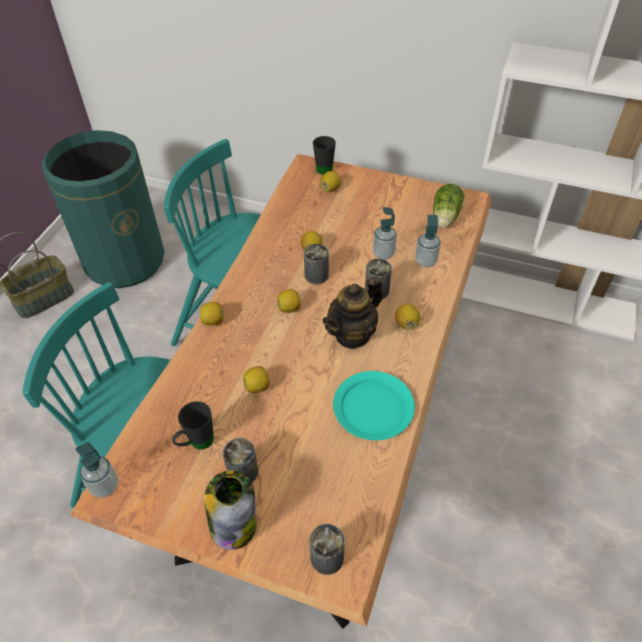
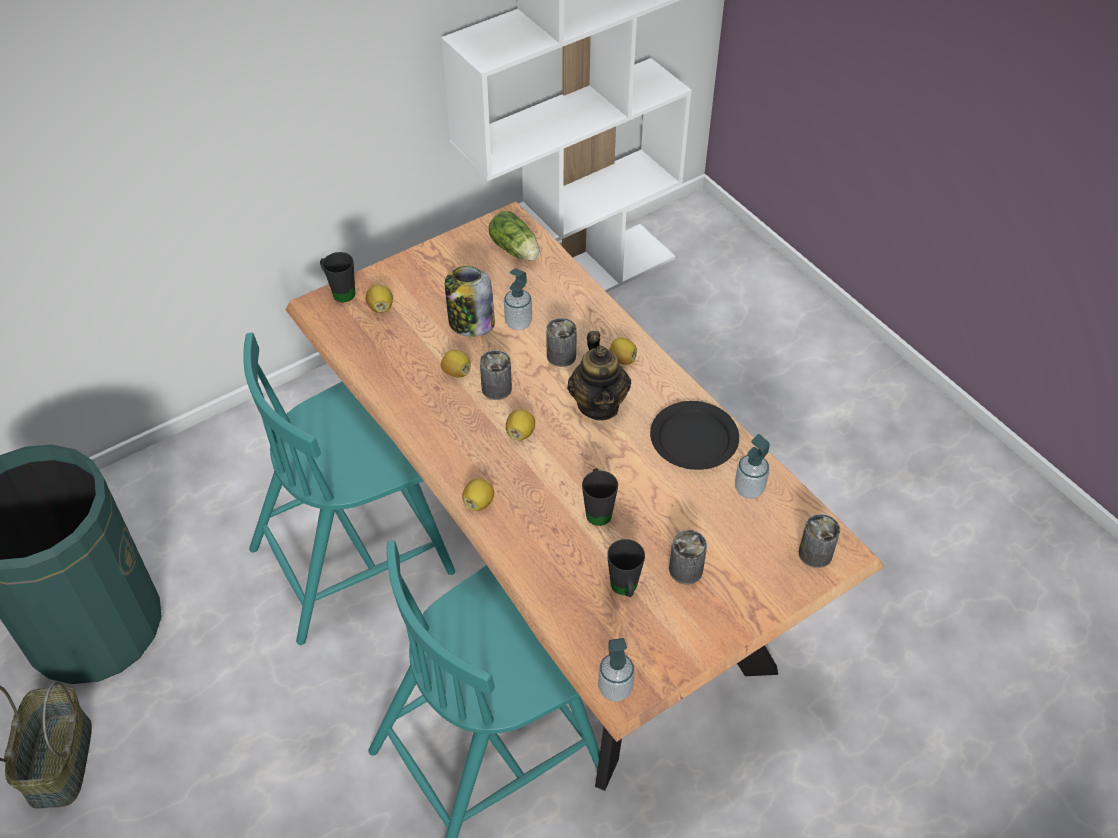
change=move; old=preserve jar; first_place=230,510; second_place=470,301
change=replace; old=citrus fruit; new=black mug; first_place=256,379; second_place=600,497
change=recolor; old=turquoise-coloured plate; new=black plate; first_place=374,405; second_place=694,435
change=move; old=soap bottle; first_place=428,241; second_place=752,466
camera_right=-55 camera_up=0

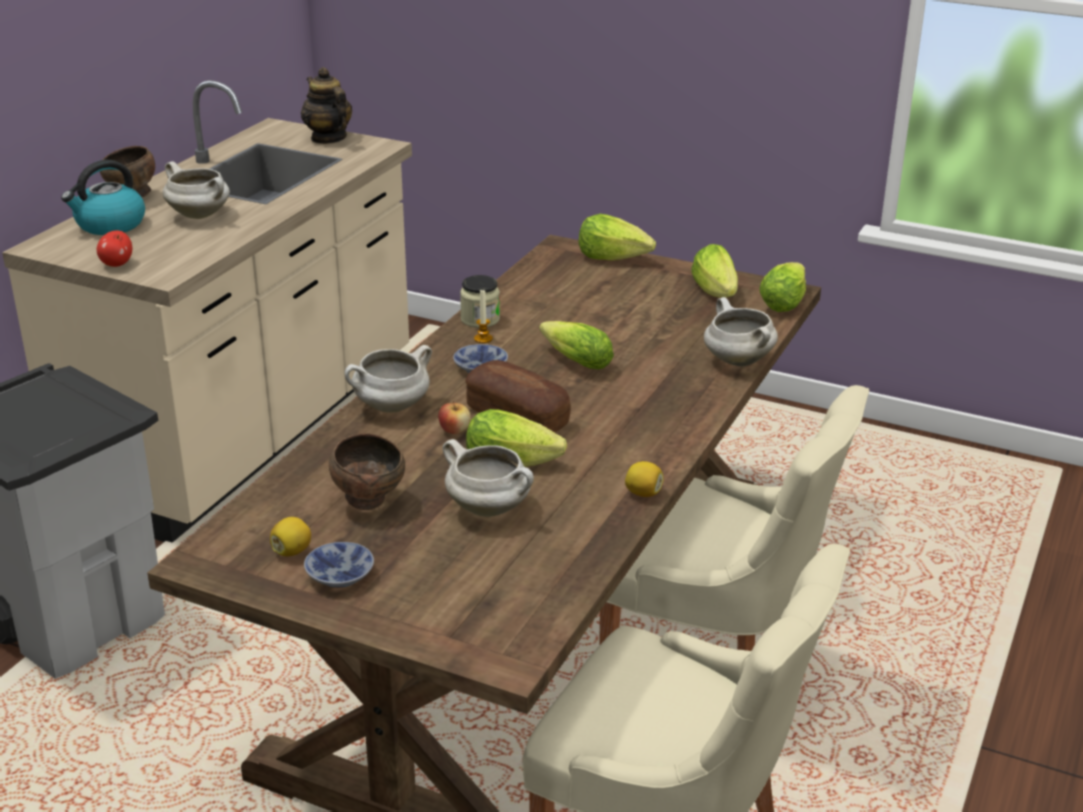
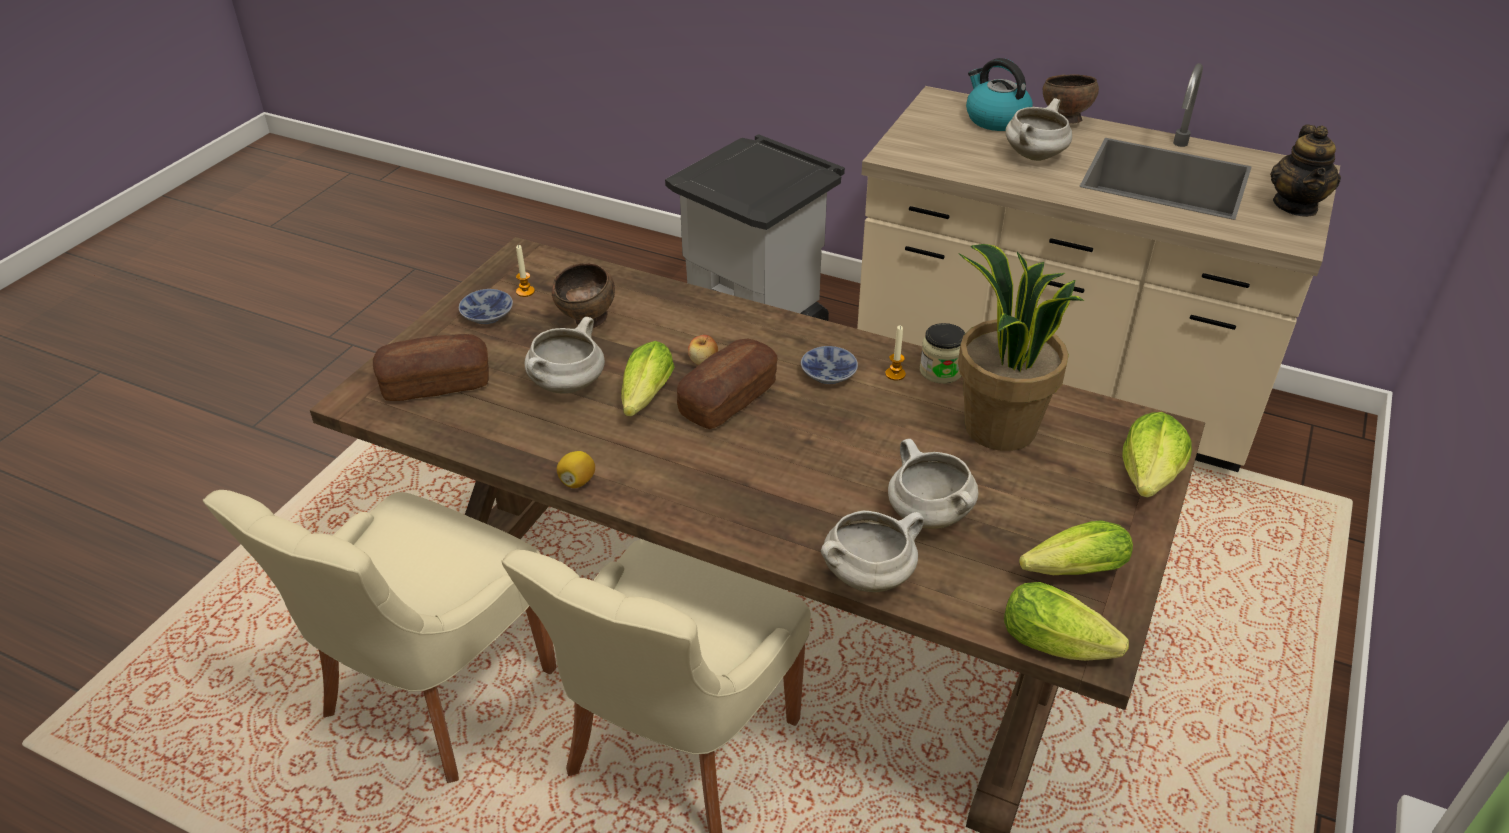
change=delete; old=apple fruit; first_place=114,248
change=replace; old=citrus fruit; new=wax candle; first_place=290,537; second_place=525,271
change=rotate; old=pot for tea; first_place=326,105; second_place=1305,171; degrees=135
change=move; old=white saucepot; first_place=388,379; second_place=933,484
change=delete; old=lettuce head; first_place=576,345
change=insert; new=bread; second_place=431,367
change=insert; new=plant in a pot; second_place=1021,347
camera_right=90 camera_up=10

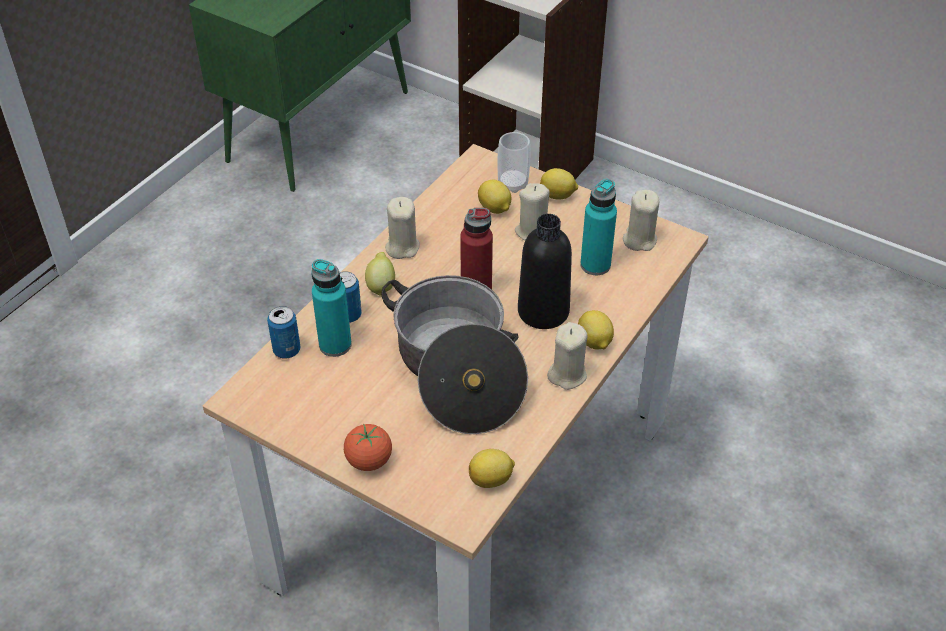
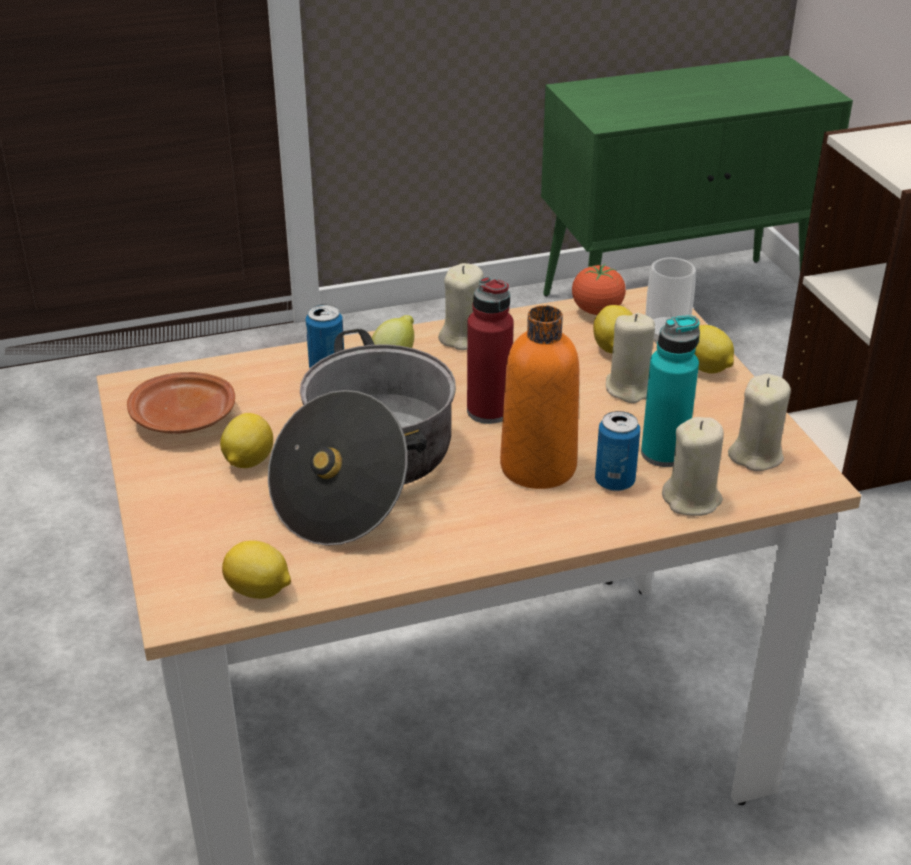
change=move; old=can; first_place=284,332; second_place=617,451
change=delete; old=turquoise-coloured beverage bottle; first_place=331,308
change=move; old=whole tomato; first_place=368,447; second_place=599,289
change=recolor; old=black beverage bottle; new=orangey beverage bottle; first_place=545,271; second_place=539,397
change=move; old=beige-coloured wax candle; first_place=567,356; second_place=693,466
change=move; old=citrus fruit; first_place=596,329; second_place=246,440
change=insert; new=brownish plate; second_place=181,403
camera_right=40 camera_up=-10

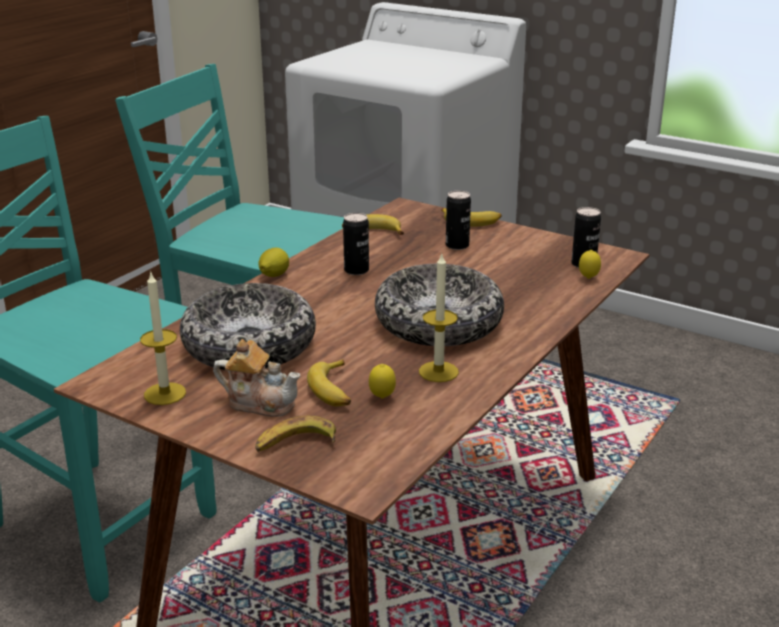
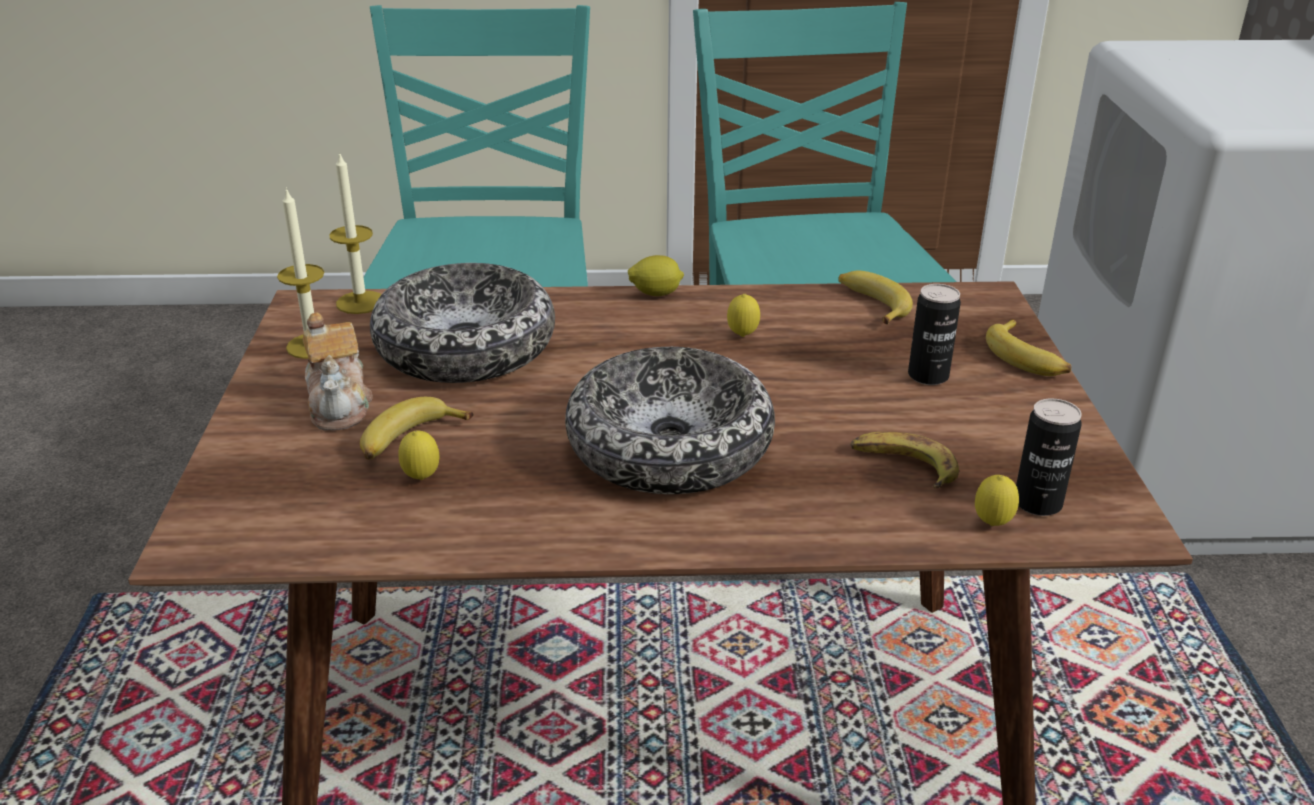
change=move; old=whole banana; first_place=295,434; second_place=905,460
change=replace; old=can; new=citrus fruit; first_place=356,244; second_place=743,315
change=move; old=wax candle; first_place=439,318; second_place=355,232
camera_right=55 camera_up=5

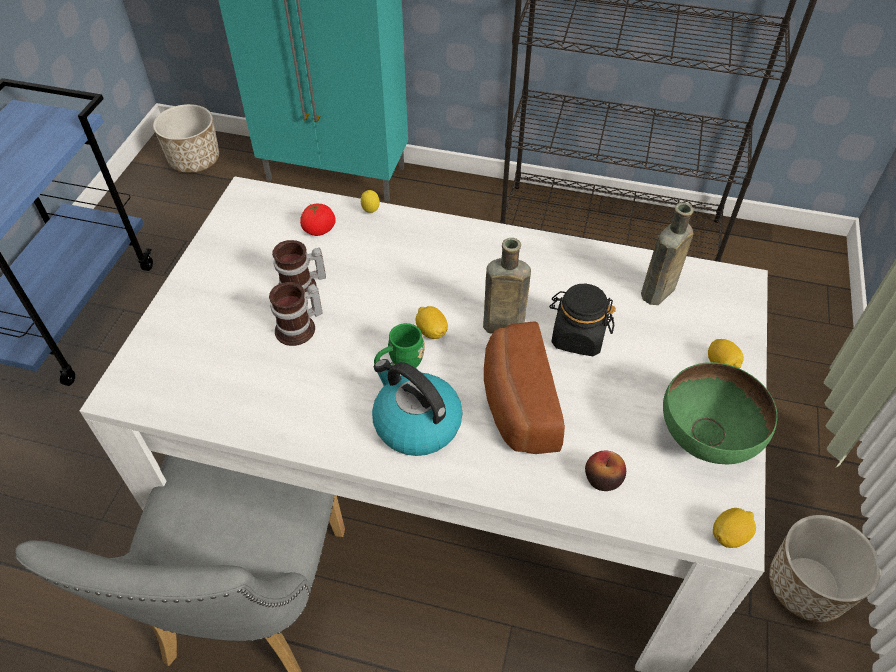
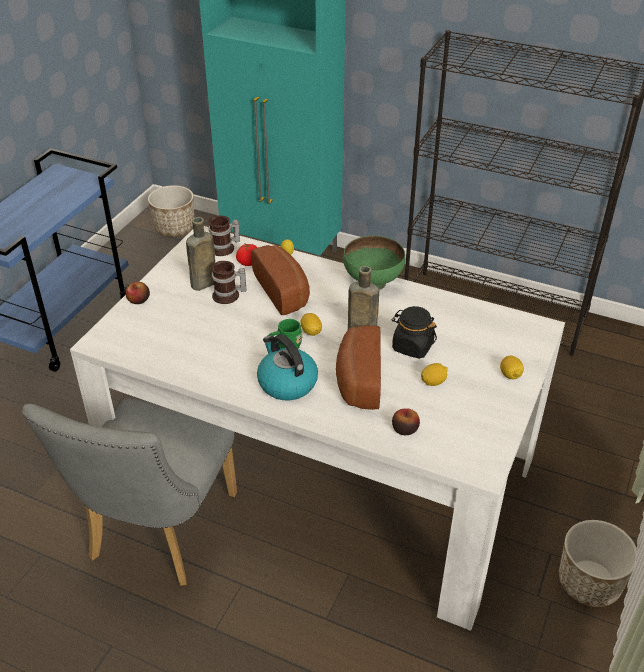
change=move; old=mug; first_place=295,314; second_place=224,236
change=move; old=brownish beverage bottle; first_place=667,253; second_place=200,254
change=move; old=green serving bowl; first_place=720,413; second_place=374,263
change=move; old=citrus fruit; first_place=734,528; second_place=434,374
change=insert; new=apple fruit; second_place=138,293
change=insert; new=bread; second_place=280,280
camera_right=10 camera_up=-10

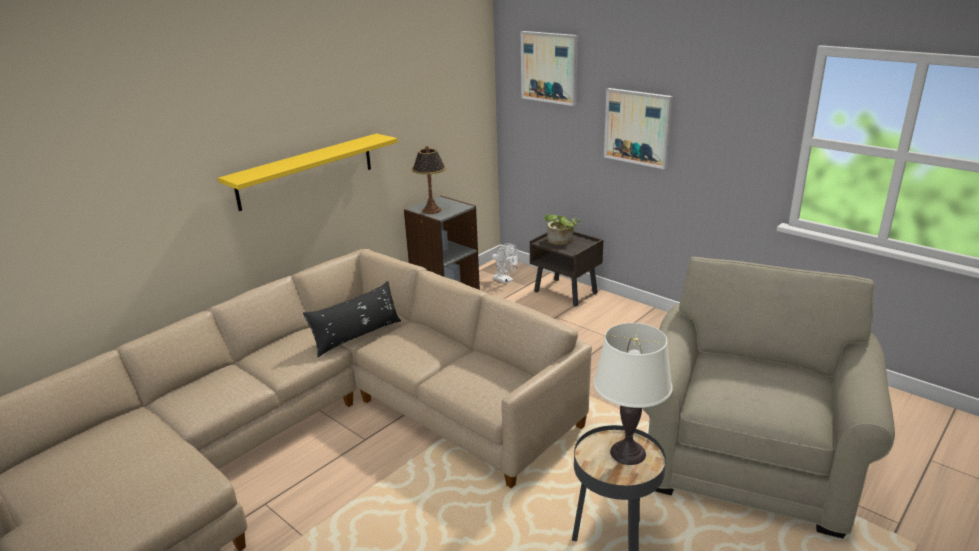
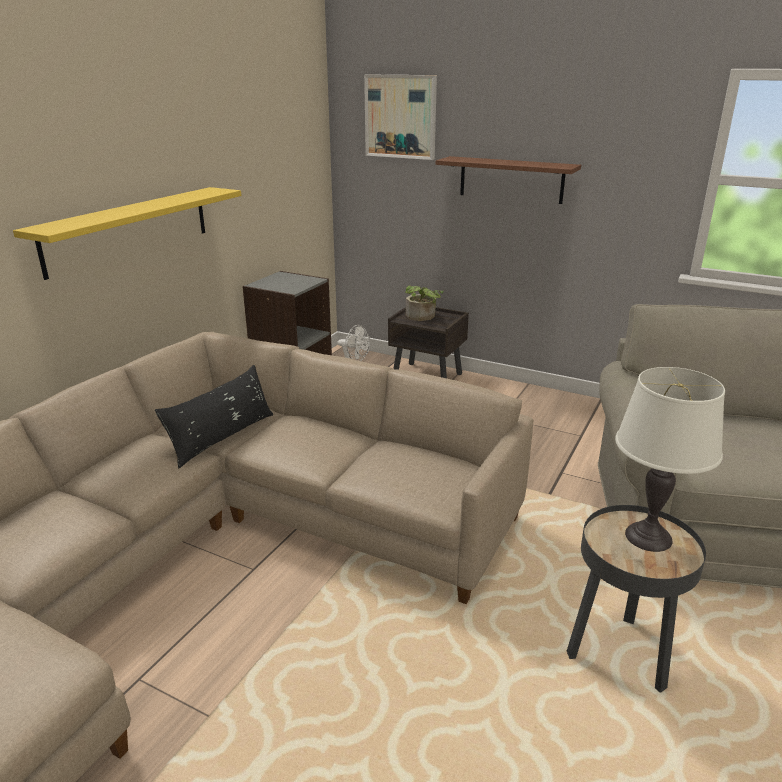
change=delete; old=tabletop lamp; first_place=429,180
change=replace; old=picture; new=brownish shelf; first_place=638,128; second_place=508,180
camera_right=-15 camera_up=0

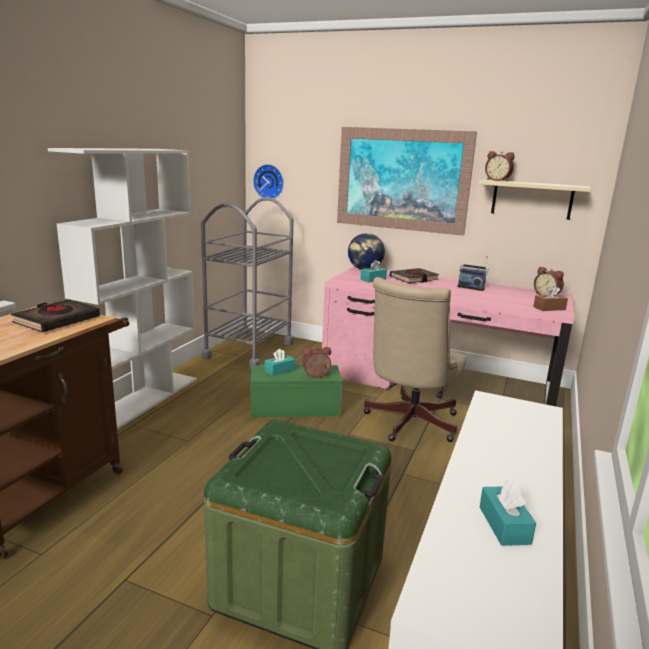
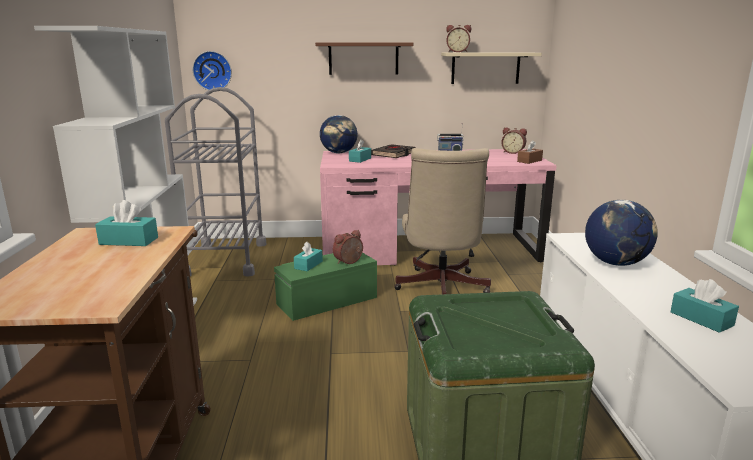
change=replace; old=black bound book; new=turquoise-coloured tissue holder; first_place=55,315; second_place=126,223
change=replace; old=picture; new=brownish shelf; first_place=407,181; second_place=364,58
change=insert; new=globe; second_place=621,233
camera_right=-25 camera_up=0

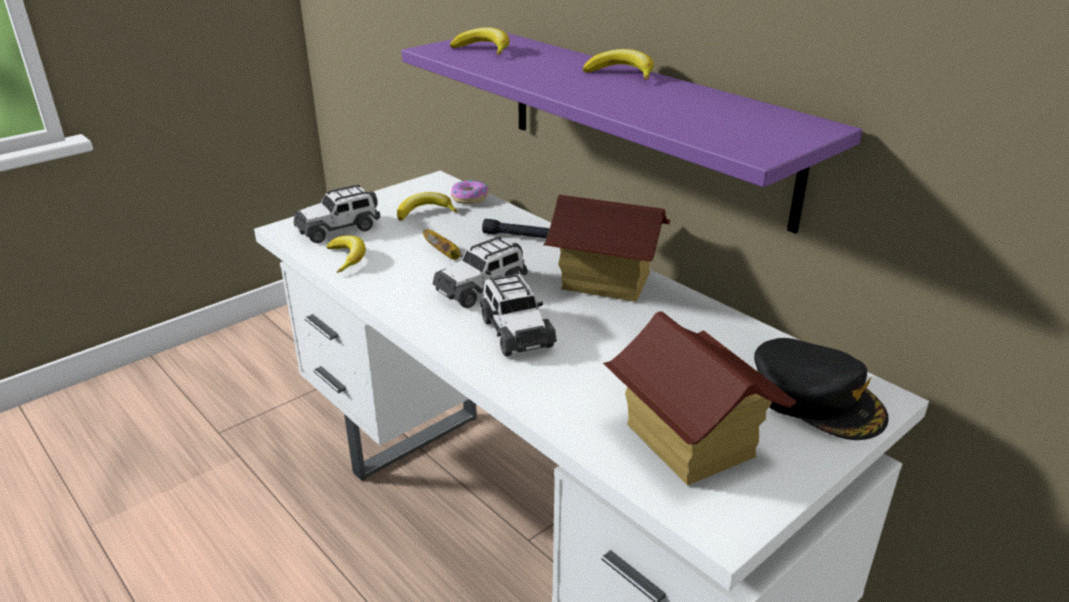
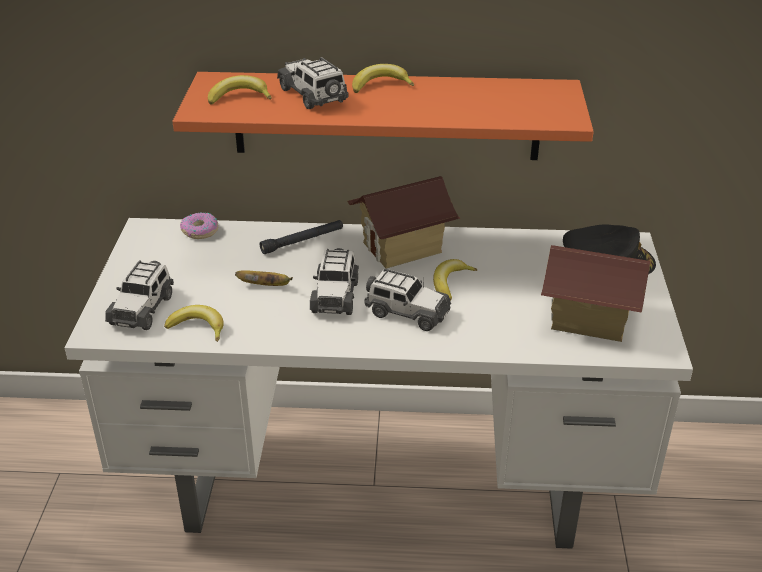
change=move; old=whole banana; first_place=427,206; second_place=455,280
change=recolor; old=purplish shelf; new=orangey shelf; first_place=632,133; second_place=383,116
change=insert; new=toy car; second_place=313,83
camera_right=-45 camera_up=5

